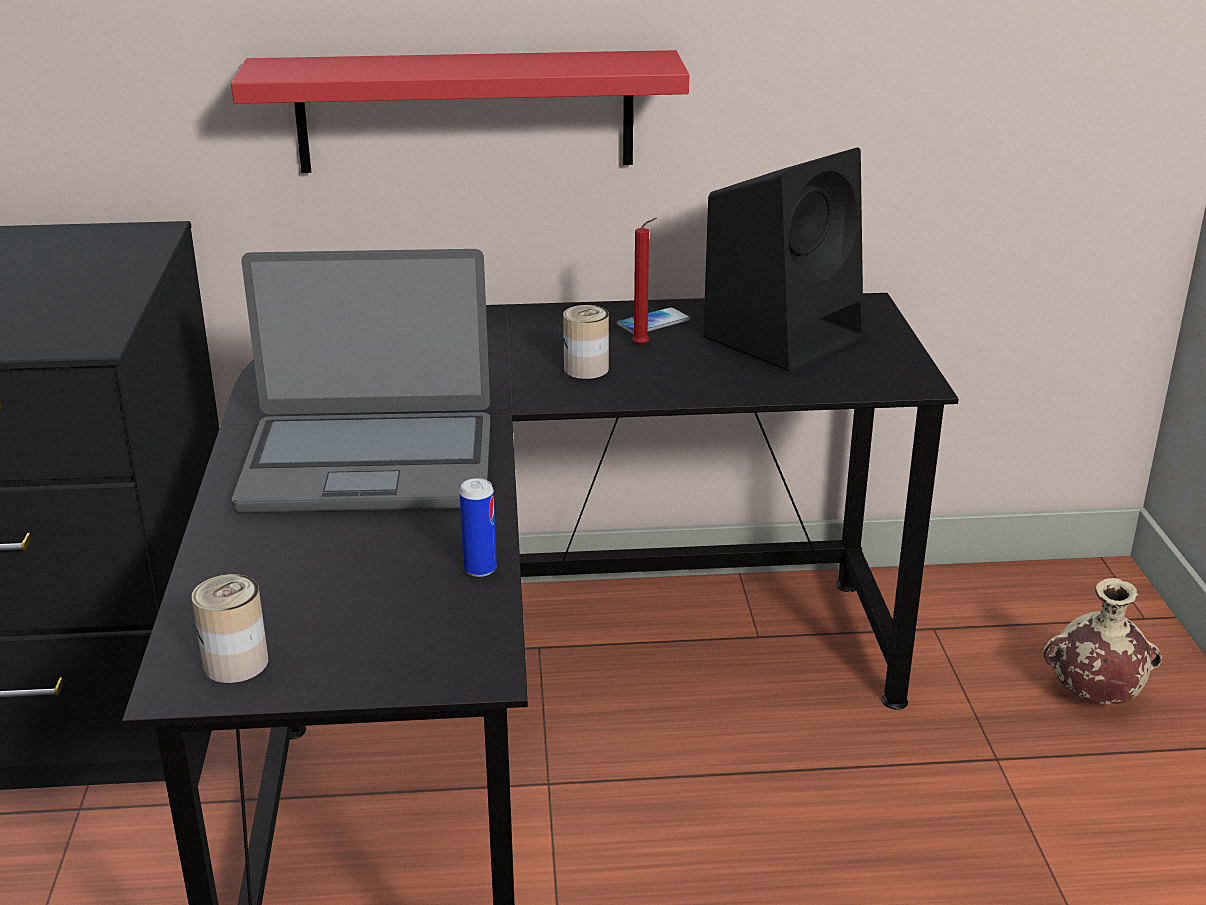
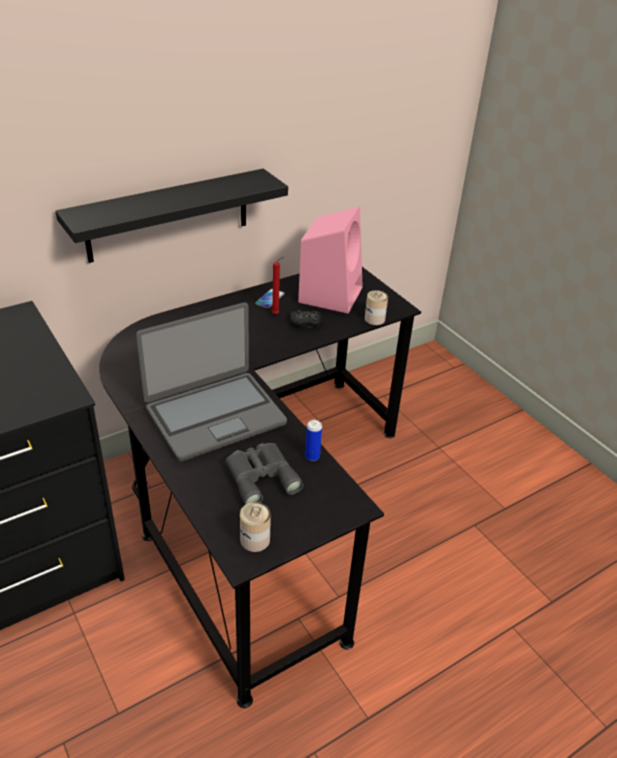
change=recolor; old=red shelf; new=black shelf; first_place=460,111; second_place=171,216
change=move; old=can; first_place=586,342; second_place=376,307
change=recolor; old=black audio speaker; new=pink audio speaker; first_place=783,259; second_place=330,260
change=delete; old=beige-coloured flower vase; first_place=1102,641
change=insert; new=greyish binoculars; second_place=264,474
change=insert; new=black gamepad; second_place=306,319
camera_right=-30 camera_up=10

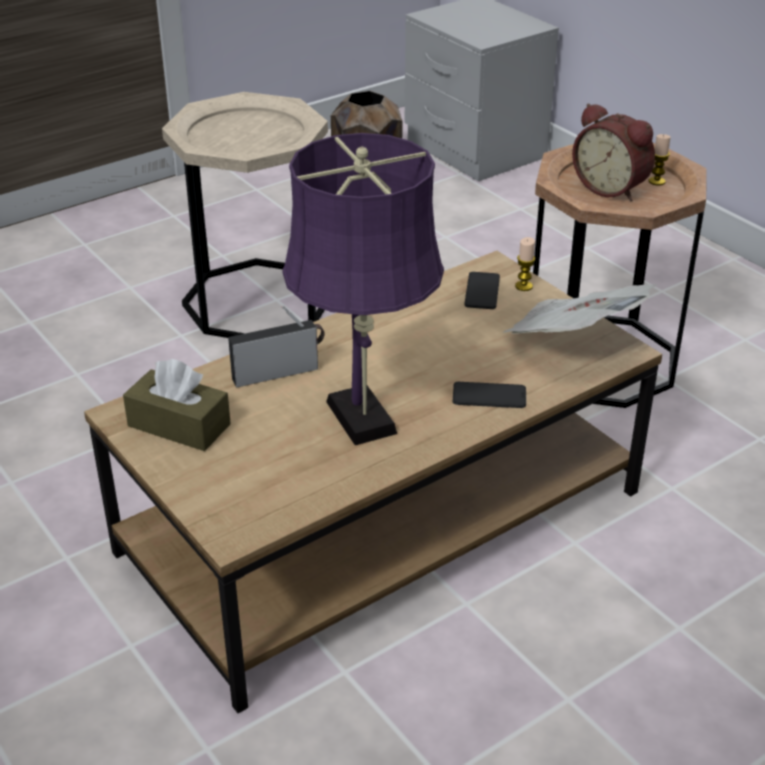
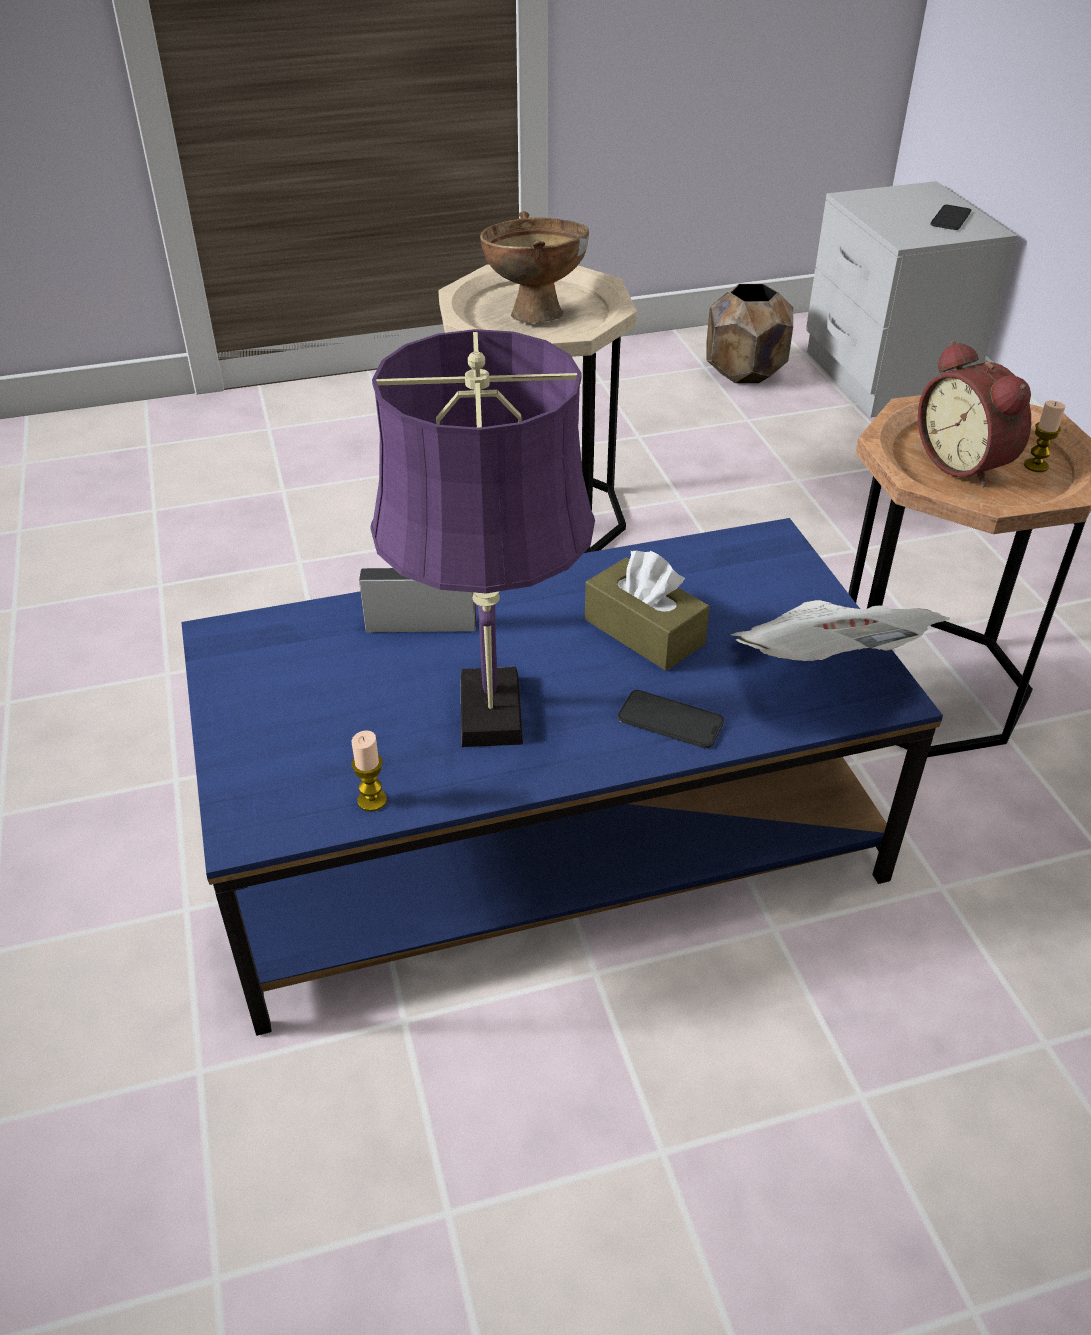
change=recolor; old=brownish low table; new=bluish low table; first_place=373,482; second_place=562,777
change=move; old=brownish tissue holder; first_place=177,405; second_place=647,611
change=move; old=telephone; first_place=482,290; second_place=950,217
change=move; old=wax candle; first_place=525,264; second_place=369,771
change=insert; new=brownish serving bowl; second_place=534,267
camera_right=20 camera_up=5

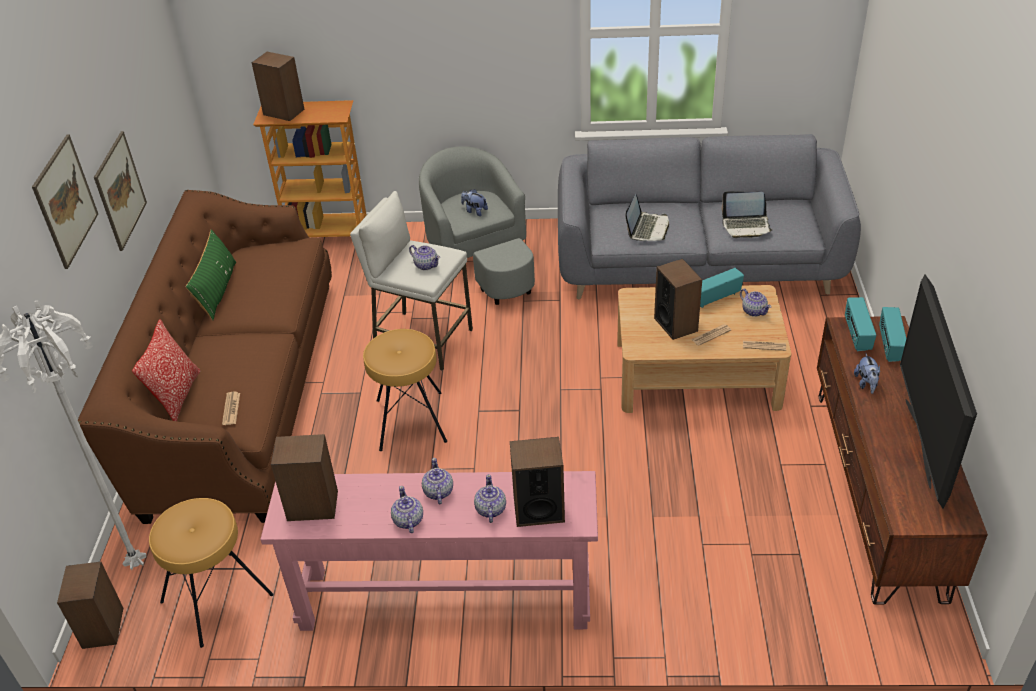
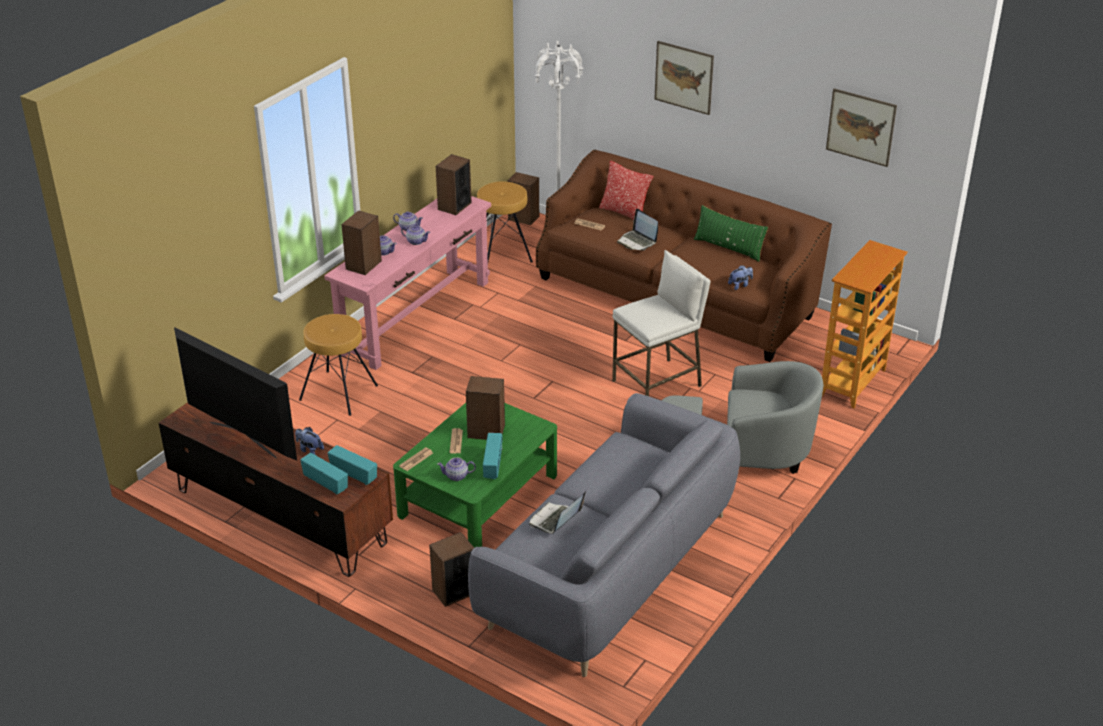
change=move; old=picture; first_place=120,191; second_place=861,127
change=move; old=audio speaker; first_place=278,86; second_place=451,569
change=move; old=brownish stool; first_place=405,390; second_place=338,365
change=delete; old=pot for tea; first_place=424,257
change=move; old=soft toy; first_place=474,202; second_place=740,277
change=recolor; old=beige-coloured low table; new=green low table; first_place=704,349; second_place=475,475
change=move; old=portable computer; first_place=647,217; second_place=637,229
camera_right=120 camera_up=-5

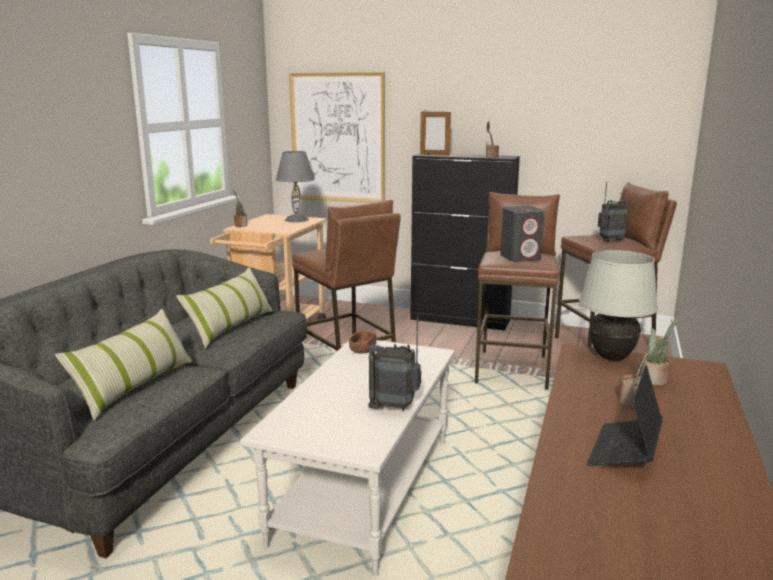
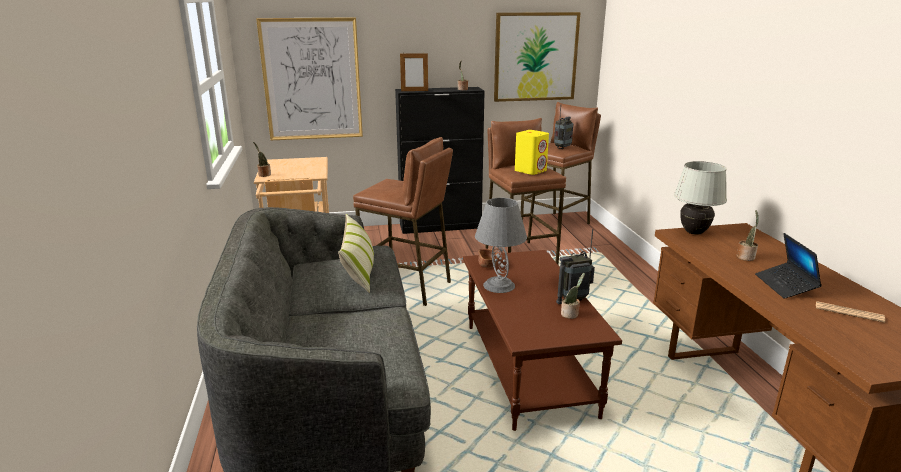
change=delete; old=cushion; first_place=124,364
change=recolor; old=white low table; new=brownish low table; first_place=347,458; second_place=542,340
change=move; old=greyish tabletop lamp; first_place=295,186; second_place=501,245
change=recolor; old=greyish audio speaker; new=yellowish audio speaker; first_place=522,234; second_place=532,152
change=move; old=plant in a pot; first_place=660,352; second_place=573,296
change=insert; new=picture; second_place=537,57
change=insert; new=newspaper; second_place=850,312
camera_right=-30 camera_up=5

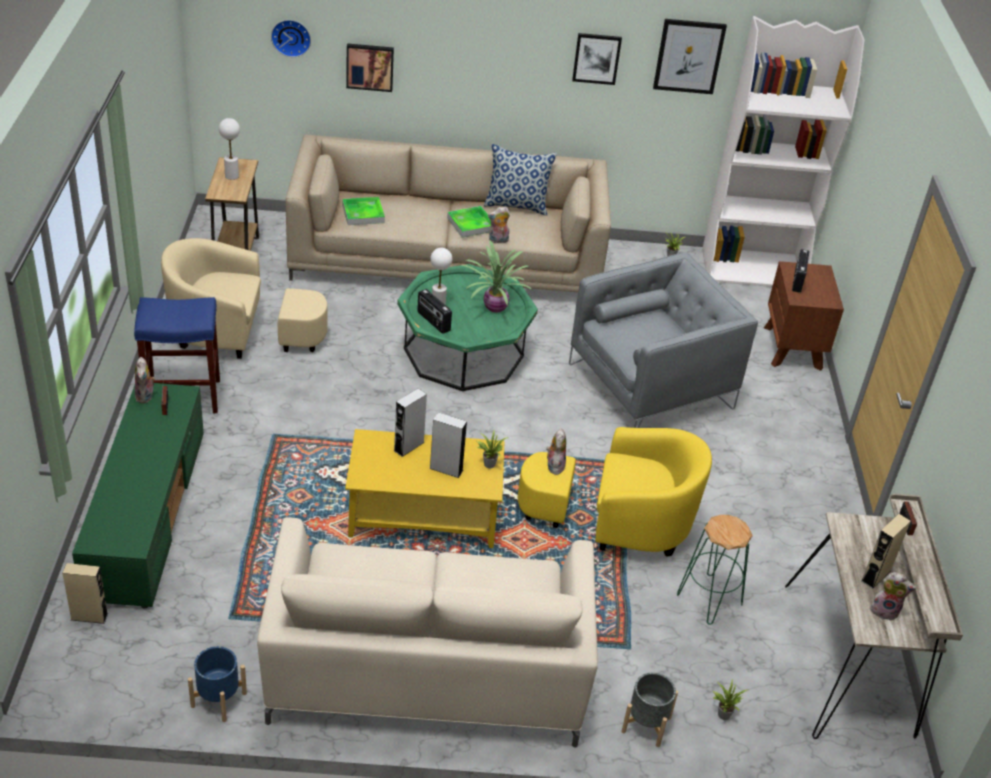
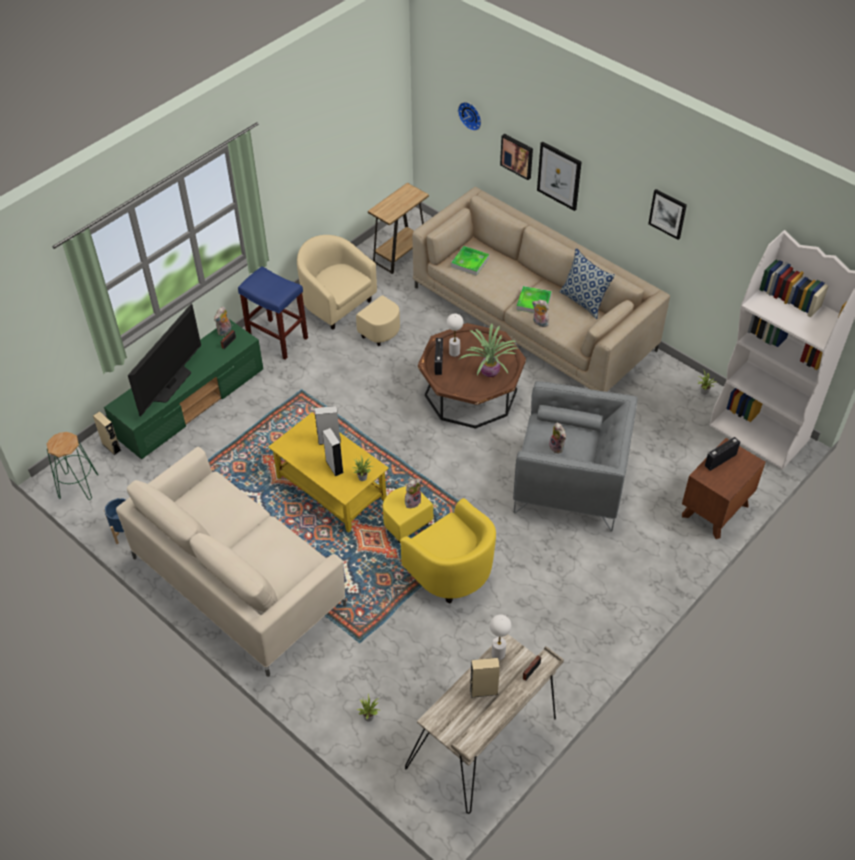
change=move; old=white tabletop lamp; first_place=229,149; second_place=500,637
change=recolor; old=green low table; new=brownish low table; first_place=467,327; second_place=472,376
change=delete; old=greyish planter; first_place=650,710
change=move; old=picture; first_place=690,56; second_place=559,176
change=move; old=green stool; first_place=715,570; second_place=72,466
change=move; old=soft toy; first_place=893,596; second_place=557,437
change=insert; new=TV set; second_place=164,360
camera_right=45 camera_up=10

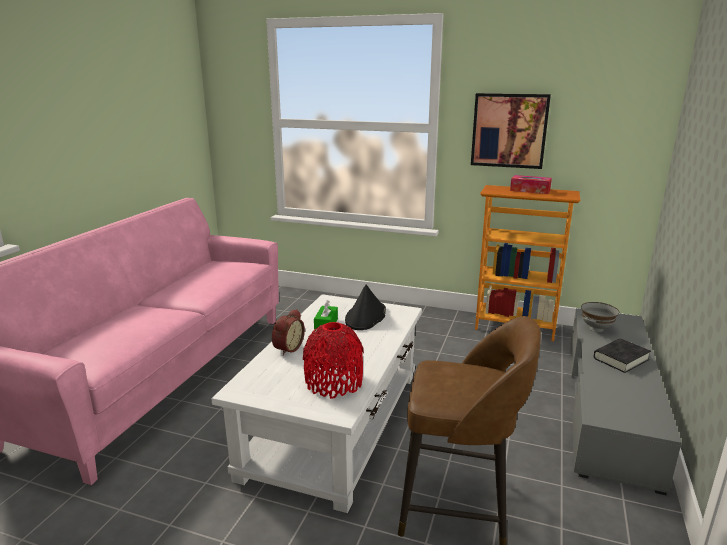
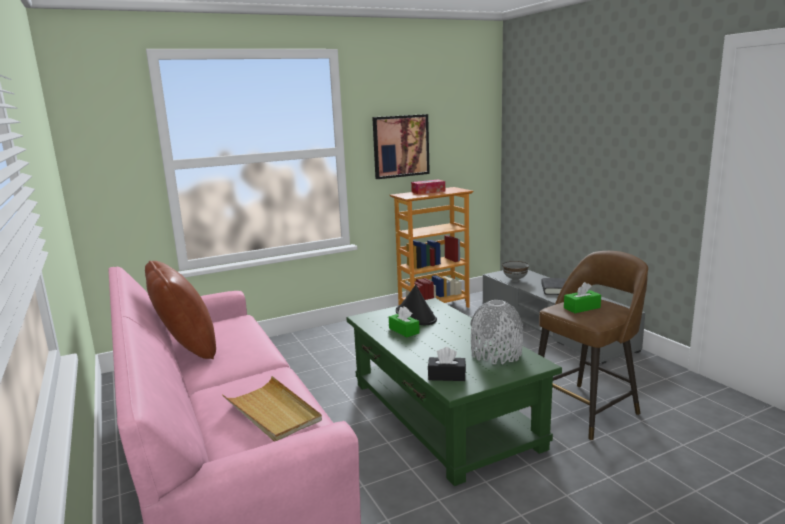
change=recolor; old=white low table; new=green low table; first_place=317,403; second_place=454,392
change=delete; old=alarm clock; first_place=288,332
change=recolor; old=red flower vase; new=greyish flower vase; first_place=333,360; second_place=497,332
change=insert; new=brownish cushion; second_place=180,310
change=insert; new=beige-coloured carrying tray; second_place=272,409
change=insert; new=black tissue holder; second_place=447,364
change=insert; new=green tissue holder; second_place=582,297
camera_right=-45 camera_up=-5

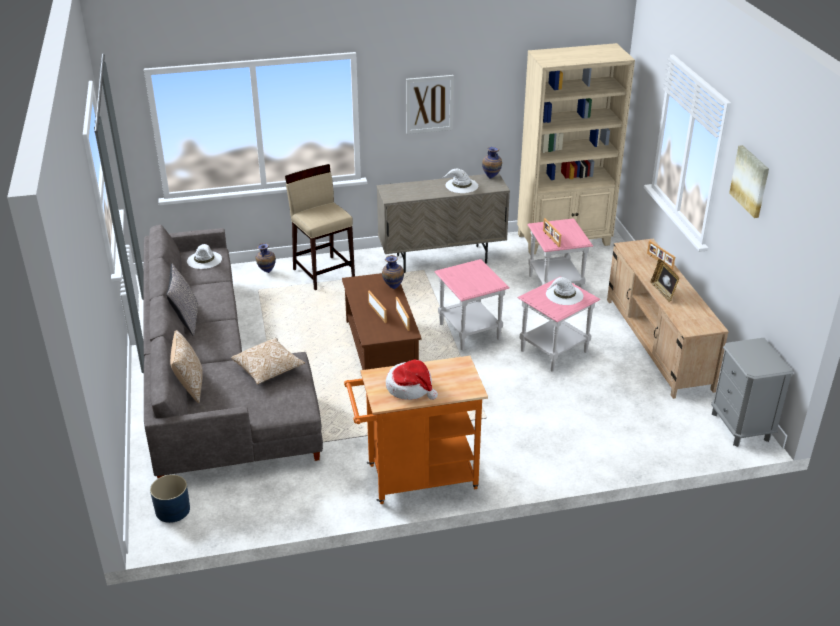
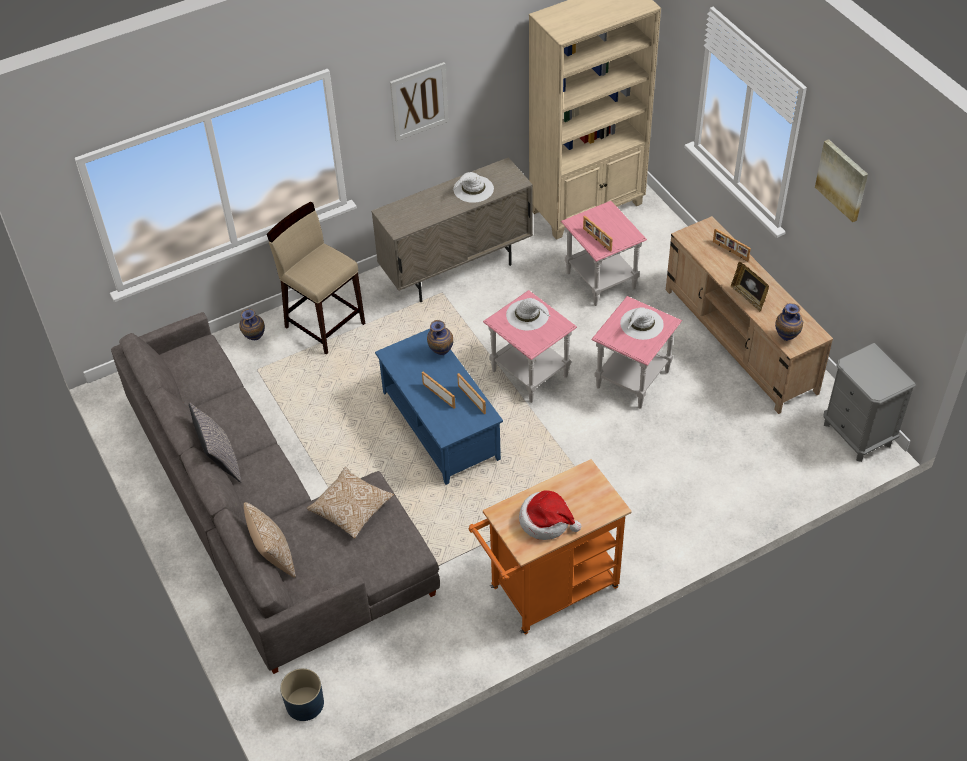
change=move; old=white clothing hat; first_place=204,256; second_place=528,314
change=recolor; old=brownish low table; new=bluish low table; first_place=382,321; second_place=439,407
change=move; old=flower vase; first_place=492,163; second_place=789,322
camera_right=-15 camera_up=15

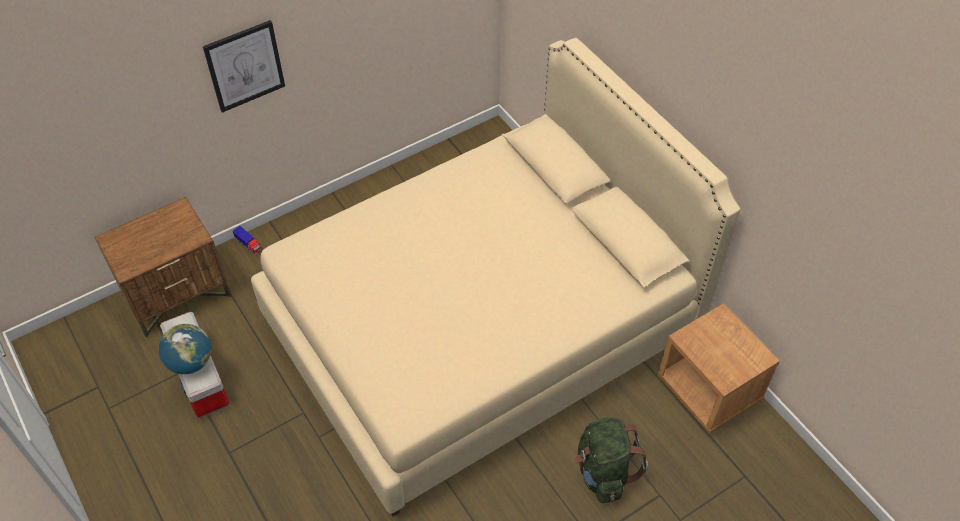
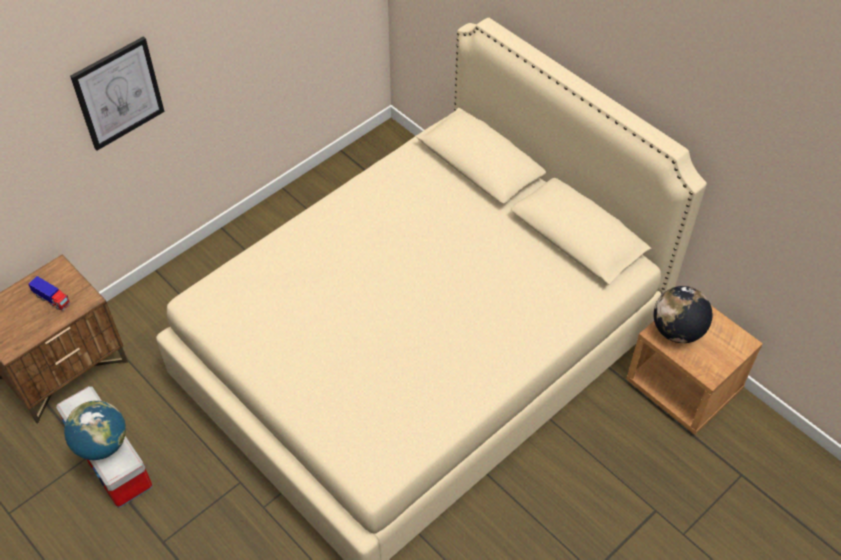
change=move; old=model truck; first_place=247,240; second_place=49,293
change=delete; old=green backpack; first_place=611,460
change=insert; new=globe; second_place=683,314
camera_right=-10 camera_up=0

